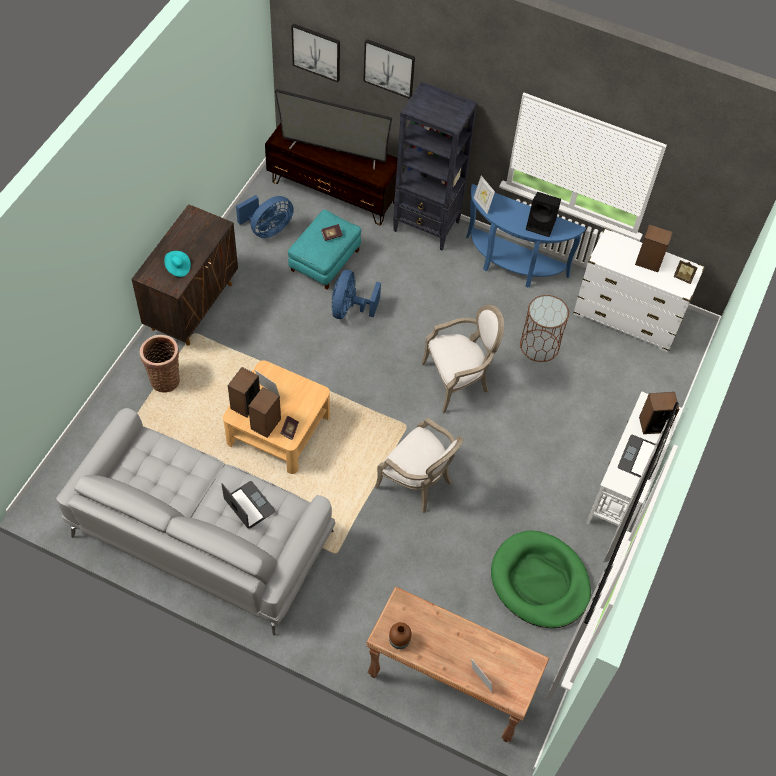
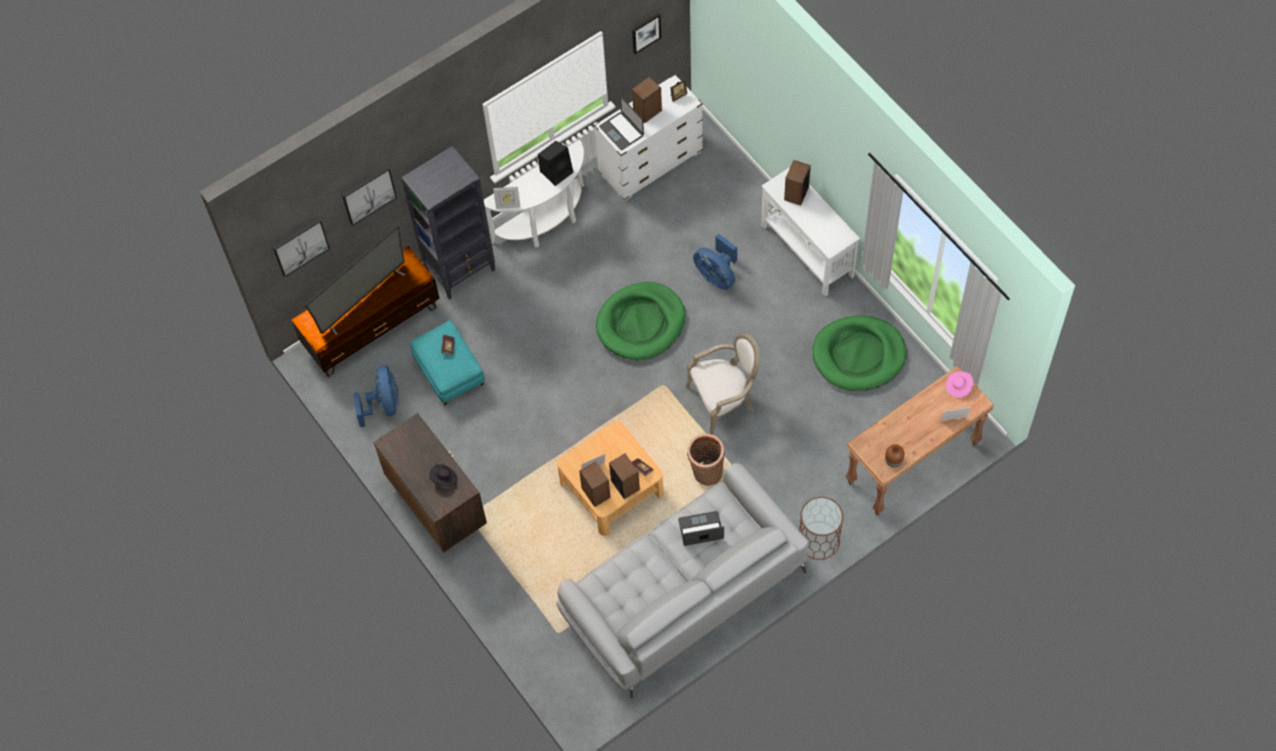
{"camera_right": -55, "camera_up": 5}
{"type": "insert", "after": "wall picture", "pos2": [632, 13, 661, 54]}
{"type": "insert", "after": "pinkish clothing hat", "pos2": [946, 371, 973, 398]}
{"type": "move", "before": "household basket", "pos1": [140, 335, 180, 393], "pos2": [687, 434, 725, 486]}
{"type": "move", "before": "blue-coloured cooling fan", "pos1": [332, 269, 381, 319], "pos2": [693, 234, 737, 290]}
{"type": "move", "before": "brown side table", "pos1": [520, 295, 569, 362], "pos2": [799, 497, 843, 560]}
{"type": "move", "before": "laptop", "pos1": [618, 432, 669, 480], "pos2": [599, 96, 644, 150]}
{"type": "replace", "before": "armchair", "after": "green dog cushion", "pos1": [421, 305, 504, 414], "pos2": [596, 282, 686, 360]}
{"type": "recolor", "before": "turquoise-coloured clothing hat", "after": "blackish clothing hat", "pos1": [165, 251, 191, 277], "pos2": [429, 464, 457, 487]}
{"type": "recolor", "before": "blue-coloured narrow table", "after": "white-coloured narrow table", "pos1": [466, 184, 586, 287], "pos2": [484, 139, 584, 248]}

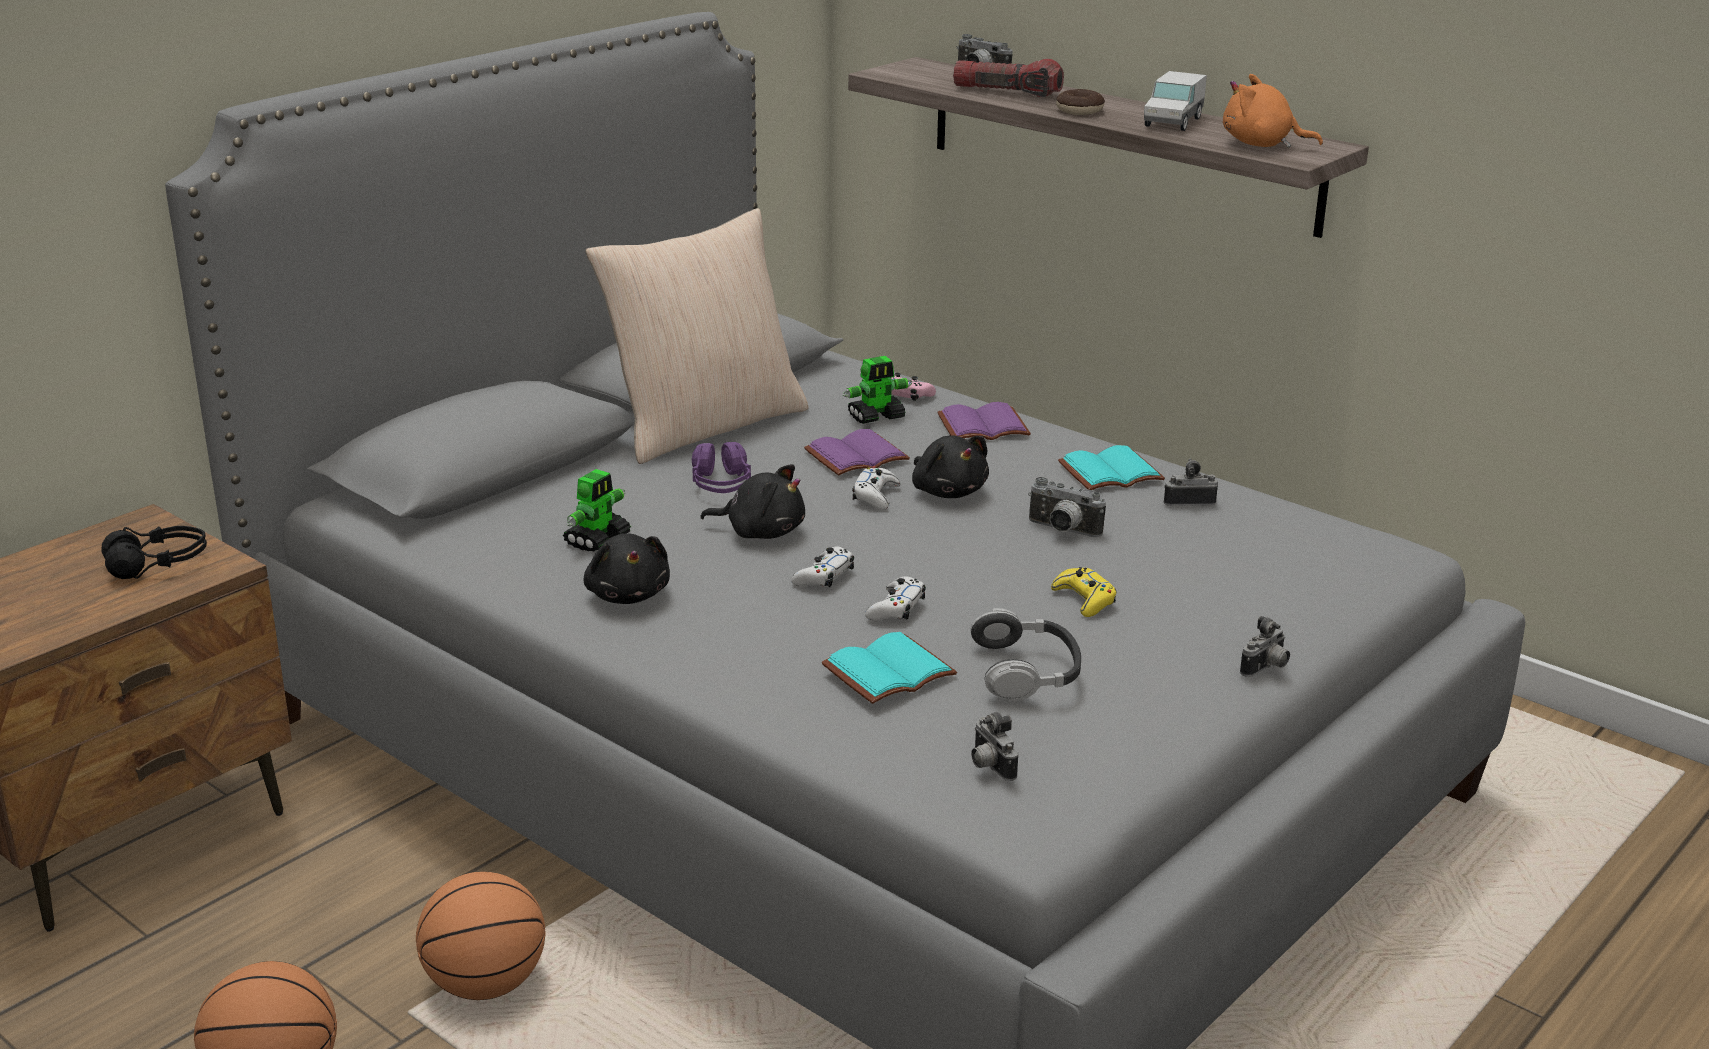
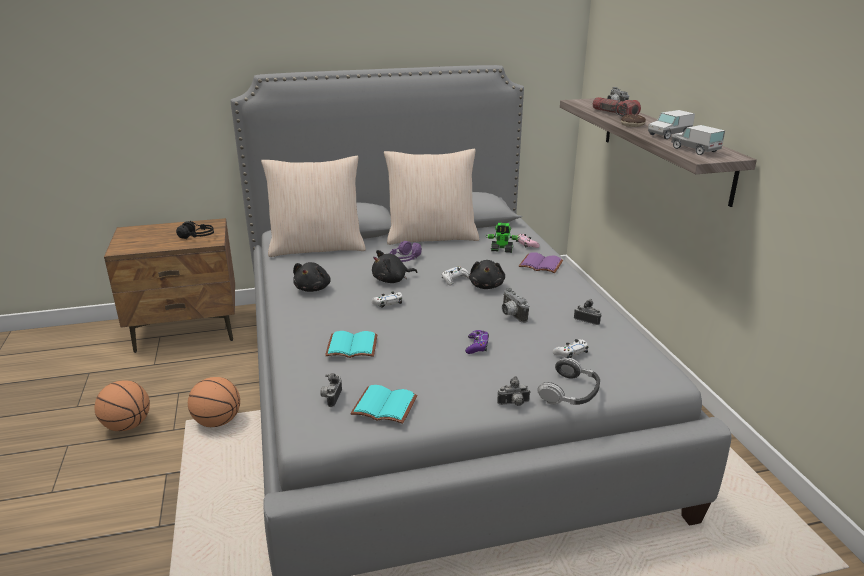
{"camera_right": 35, "camera_up": 0}
{"type": "delete", "before": "robot figure", "pos1": [563, 469, 631, 551]}
{"type": "delete", "before": "purplish volume", "pos1": [804, 429, 910, 475]}
{"type": "insert", "after": "beige-coloured pillow", "pos2": [261, 156, 366, 257]}
{"type": "move", "before": "white-coloured joypad", "pos1": [865, 576, 926, 620], "pos2": [553, 339, 588, 358]}
{"type": "move", "before": "headset", "pos1": [970, 608, 1081, 702], "pos2": [537, 358, 600, 405]}
{"type": "move", "before": "turquoise-coloured volume", "pos1": [1058, 445, 1165, 490], "pos2": [350, 385, 417, 424]}
{"type": "replace", "before": "orangey plush toy", "after": "toy truck", "pos1": [1223, 74, 1323, 148], "pos2": [671, 125, 725, 155]}
{"type": "recolor", "before": "yellow joypad", "after": "purplish joypad", "pos1": [1051, 567, 1116, 617], "pos2": [465, 330, 489, 354]}
{"type": "rotate", "before": "blackish plush toy", "pos1": [700, 464, 805, 539], "pos2": [372, 250, 417, 283], "turn": 105}

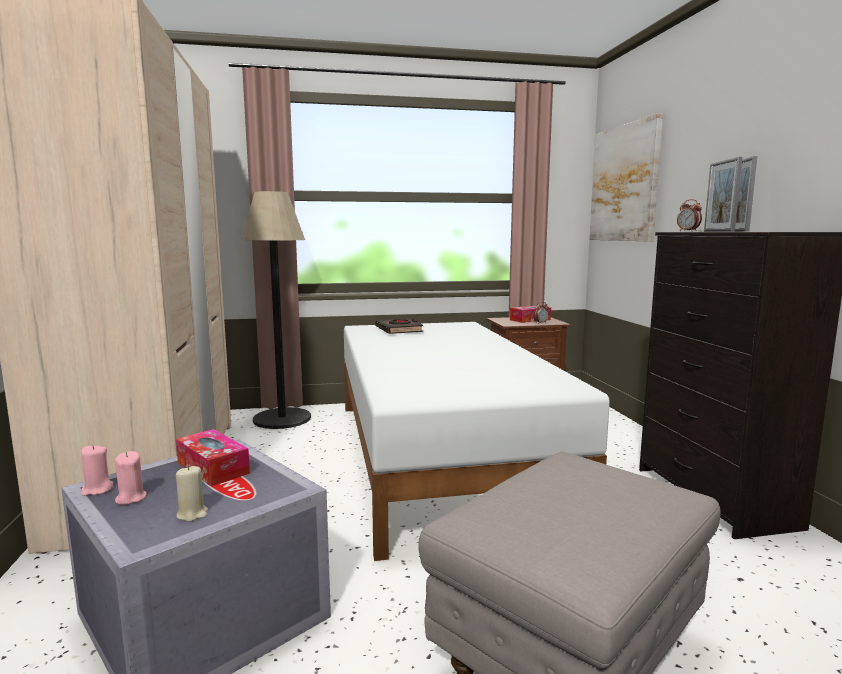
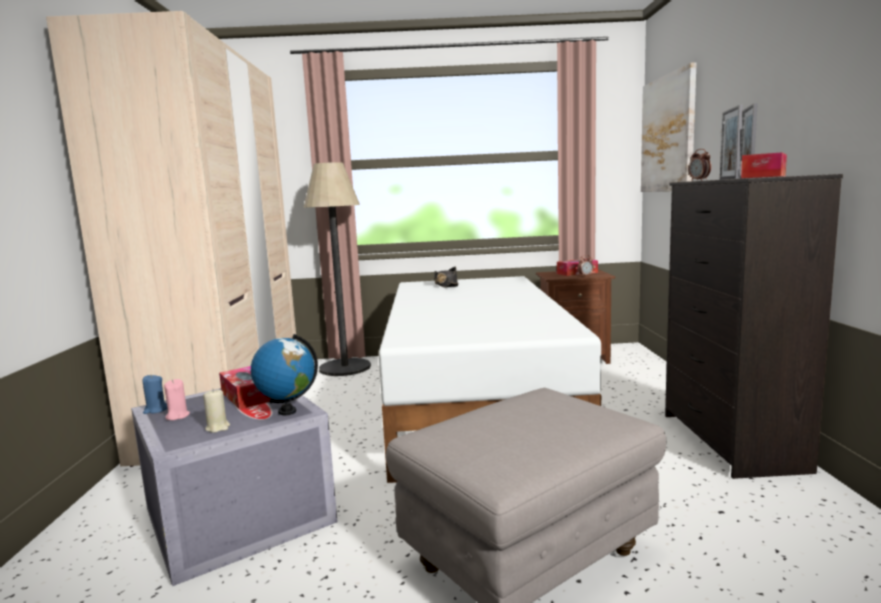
{"camera_right": 10, "camera_up": 0}
{"type": "insert", "after": "desk globe", "pos2": [251, 334, 318, 415]}
{"type": "insert", "after": "tissue box", "pos2": [741, 152, 787, 178]}
{"type": "replace", "before": "blackish volume", "after": "blackish clothing hat", "pos1": [376, 319, 423, 334], "pos2": [434, 267, 458, 287]}
{"type": "recolor", "before": "pinkish wax light", "after": "blue-coloured wax light", "pos1": [81, 445, 113, 496], "pos2": [142, 374, 167, 414]}

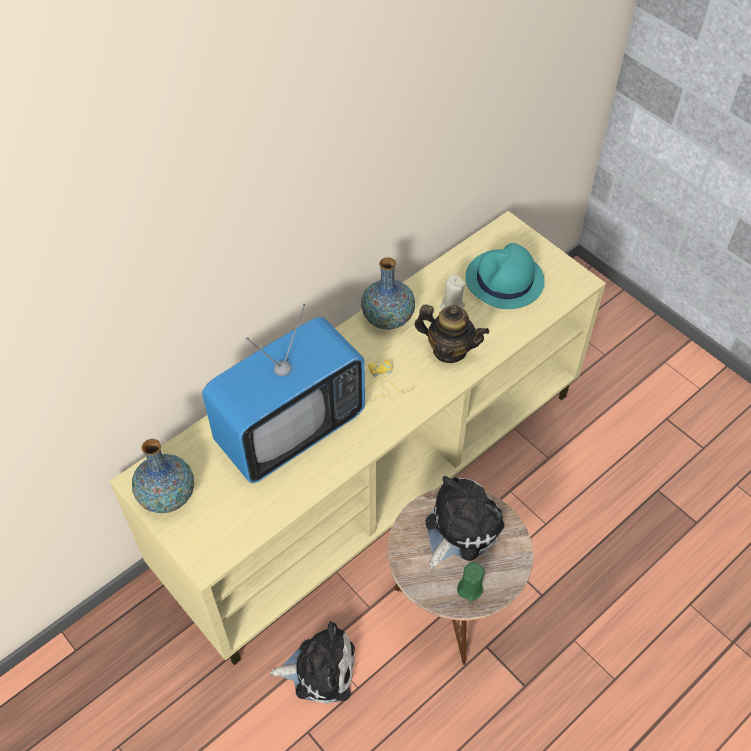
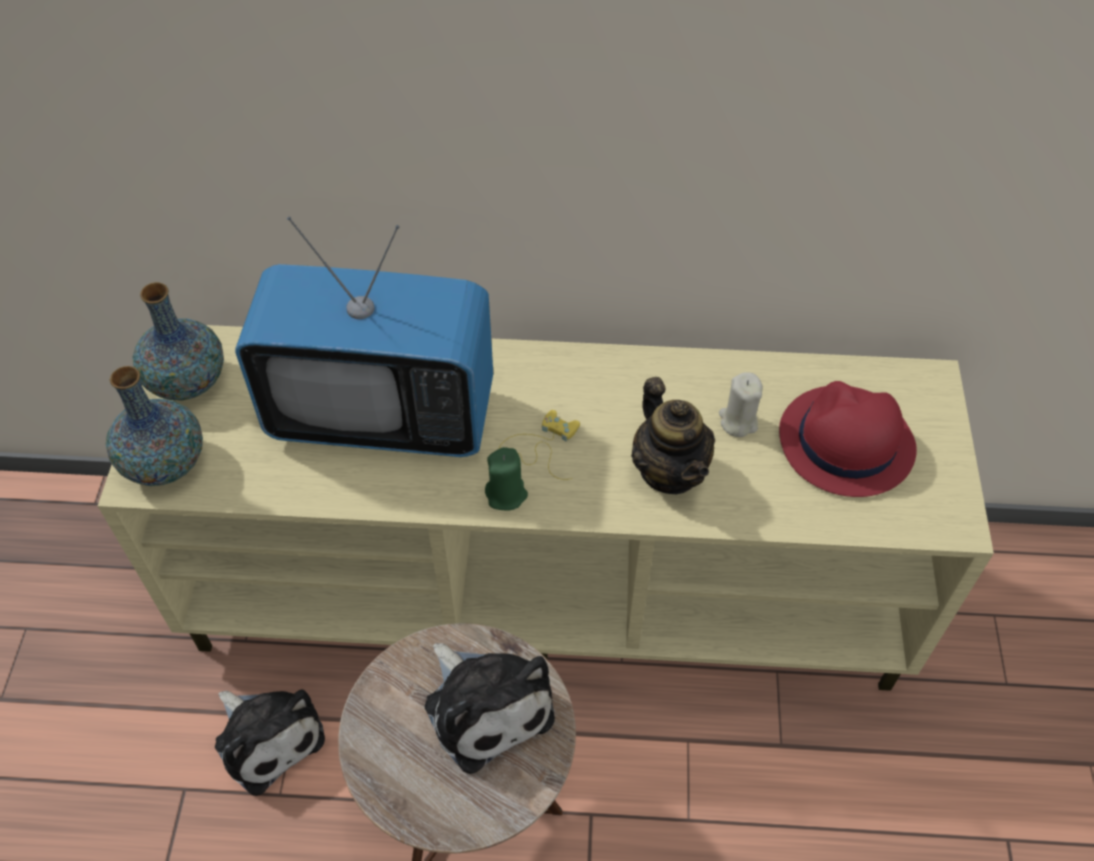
{"camera_right": 45, "camera_up": 0}
{"type": "move", "before": "flower vase", "pos1": [361, 257, 415, 329], "pos2": [106, 366, 203, 486]}
{"type": "move", "before": "green wax light", "pos1": [457, 562, 484, 601], "pos2": [485, 447, 528, 511]}
{"type": "recolor", "before": "turquoise-coloured clothing hat", "after": "reddish clothing hat", "pos1": [465, 243, 545, 309], "pos2": [779, 381, 917, 497]}
{"type": "rotate", "before": "plush toy", "pos1": [425, 476, 504, 568], "pos2": [425, 643, 555, 774], "turn": 60}

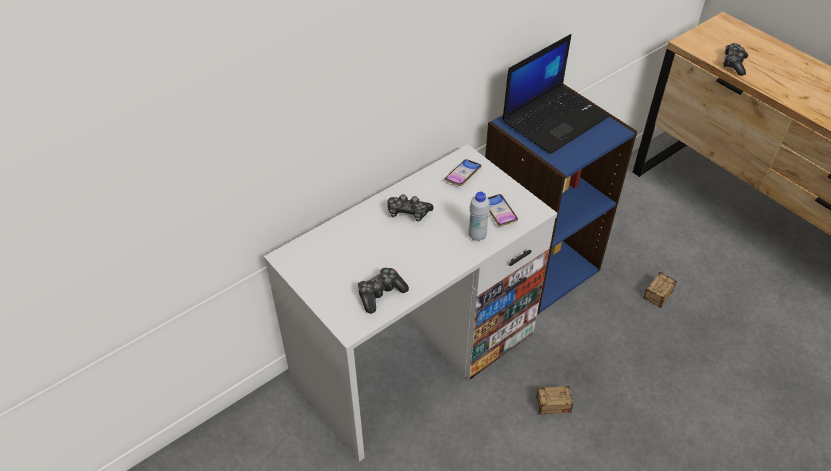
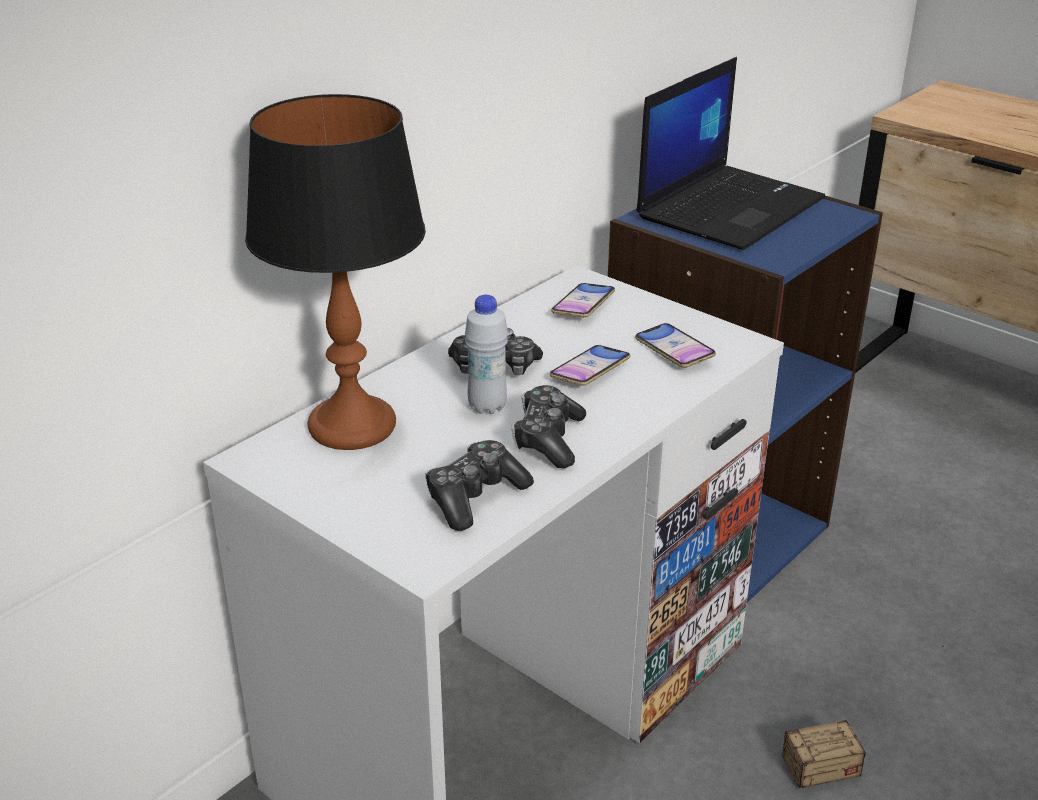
{"camera_right": -10, "camera_up": -15}
{"type": "delete", "before": "storage box", "pos1": [643, 272, 677, 308]}
{"type": "insert", "after": "tabletop lamp", "pos2": [245, 94, 426, 450]}
{"type": "insert", "after": "phone", "pos2": [550, 345, 630, 386]}
{"type": "move", "before": "white-coloured drink bottle", "pos1": [468, 192, 490, 241], "pos2": [465, 295, 508, 414]}
{"type": "move", "before": "joypad", "pos1": [723, 43, 748, 76], "pos2": [512, 385, 586, 468]}

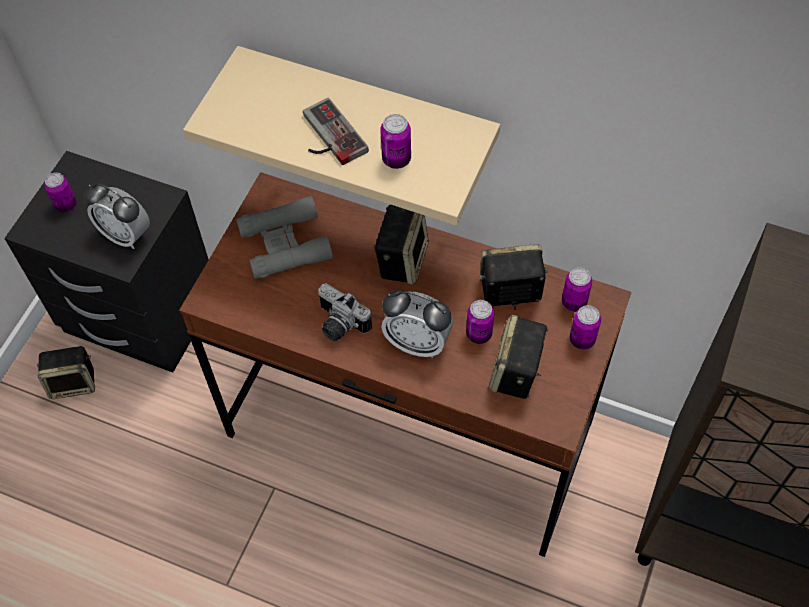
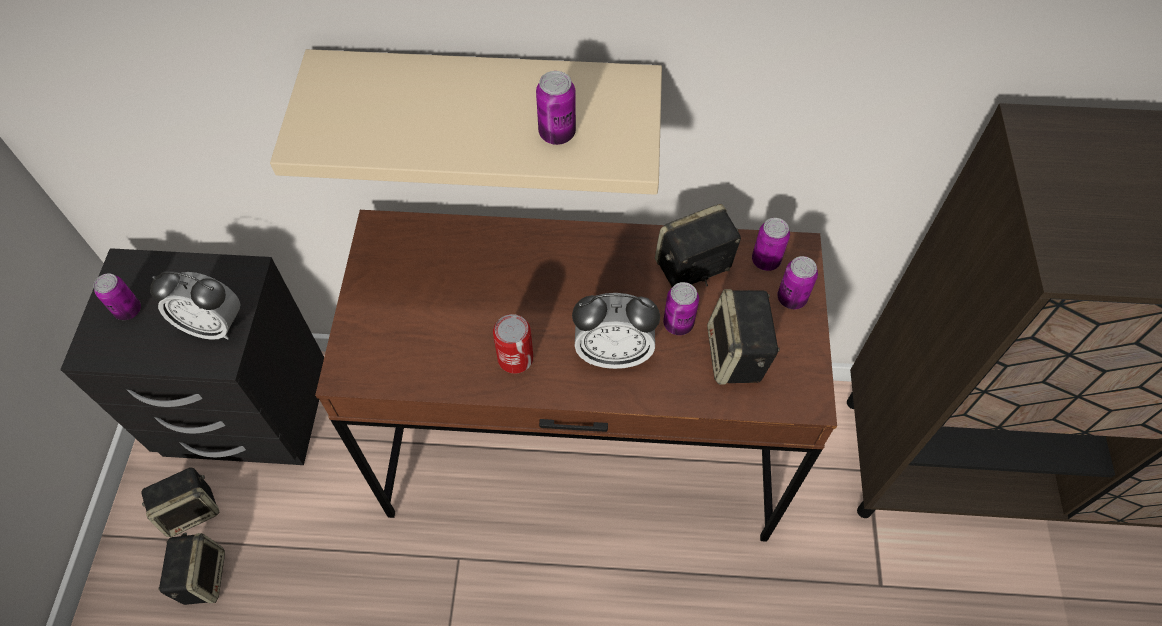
{"camera_right": -20, "camera_up": 0}
{"type": "delete", "before": "gray field glasses", "pos1": [236, 196, 333, 279]}
{"type": "delete", "before": "joypad", "pos1": [303, 98, 369, 165]}
{"type": "move", "before": "speaker", "pos1": [374, 205, 429, 284], "pos2": [158, 533, 225, 605]}
{"type": "replace", "before": "still camera", "after": "can", "pos1": [317, 283, 372, 341], "pos2": [493, 314, 533, 373]}

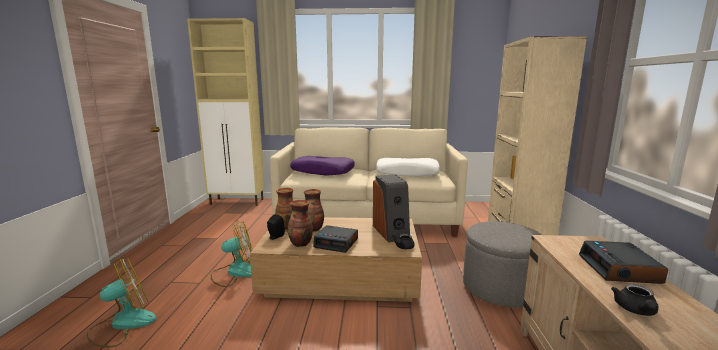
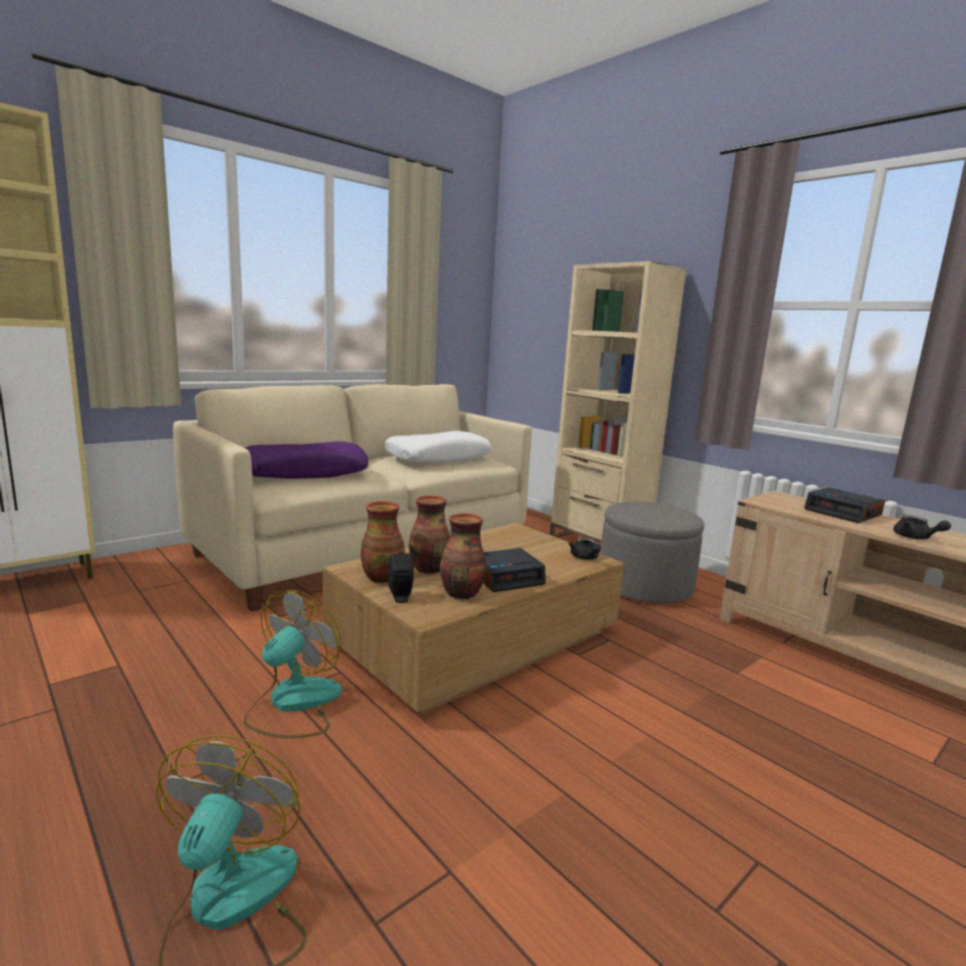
{"camera_right": -45, "camera_up": 0}
{"type": "delete", "before": "speaker", "pos1": [373, 174, 410, 242]}

